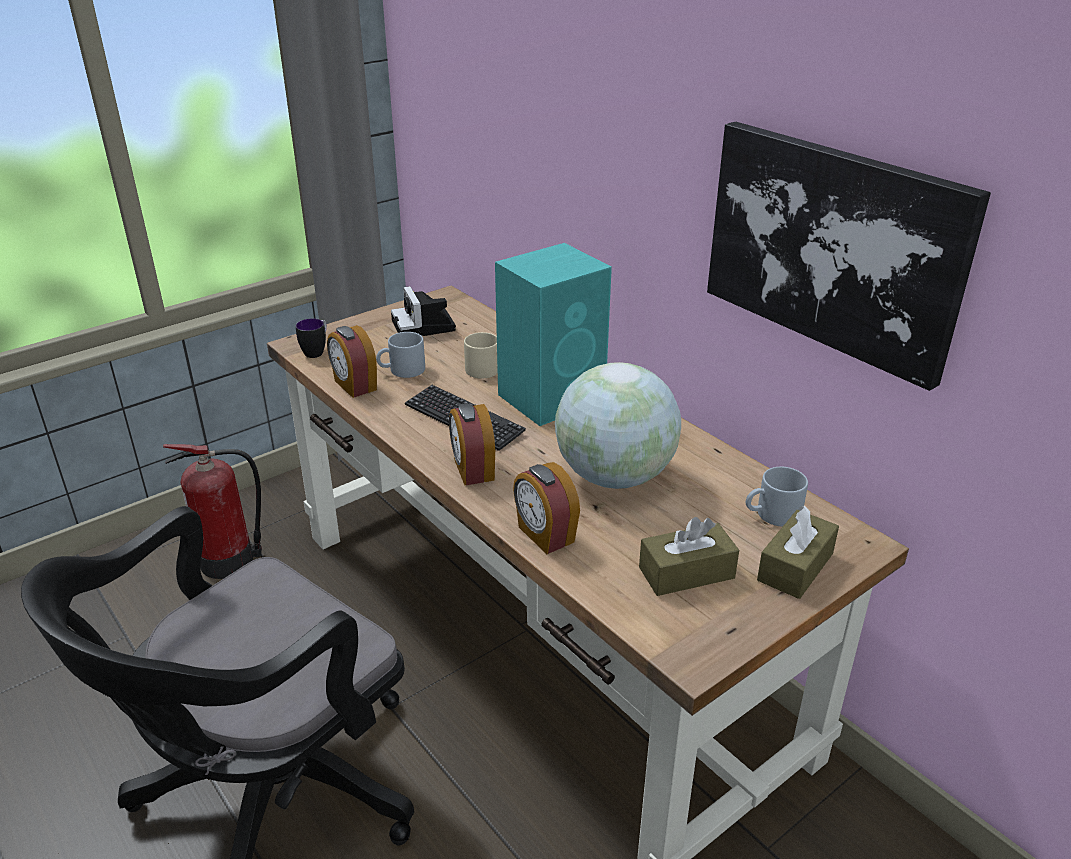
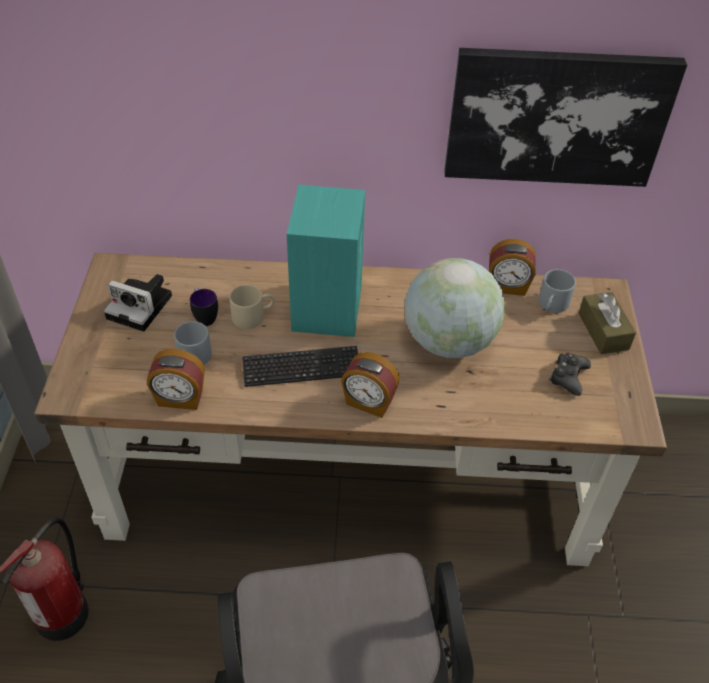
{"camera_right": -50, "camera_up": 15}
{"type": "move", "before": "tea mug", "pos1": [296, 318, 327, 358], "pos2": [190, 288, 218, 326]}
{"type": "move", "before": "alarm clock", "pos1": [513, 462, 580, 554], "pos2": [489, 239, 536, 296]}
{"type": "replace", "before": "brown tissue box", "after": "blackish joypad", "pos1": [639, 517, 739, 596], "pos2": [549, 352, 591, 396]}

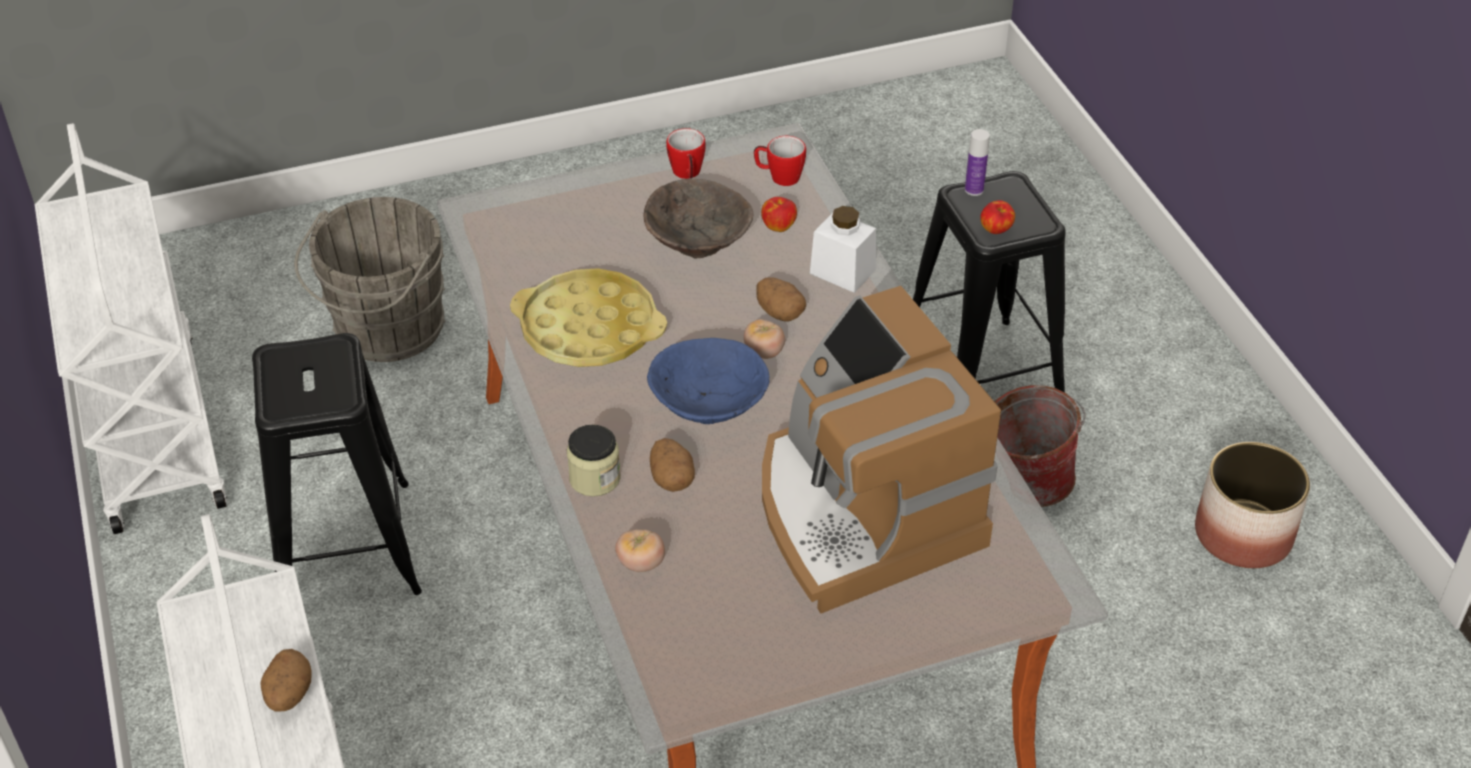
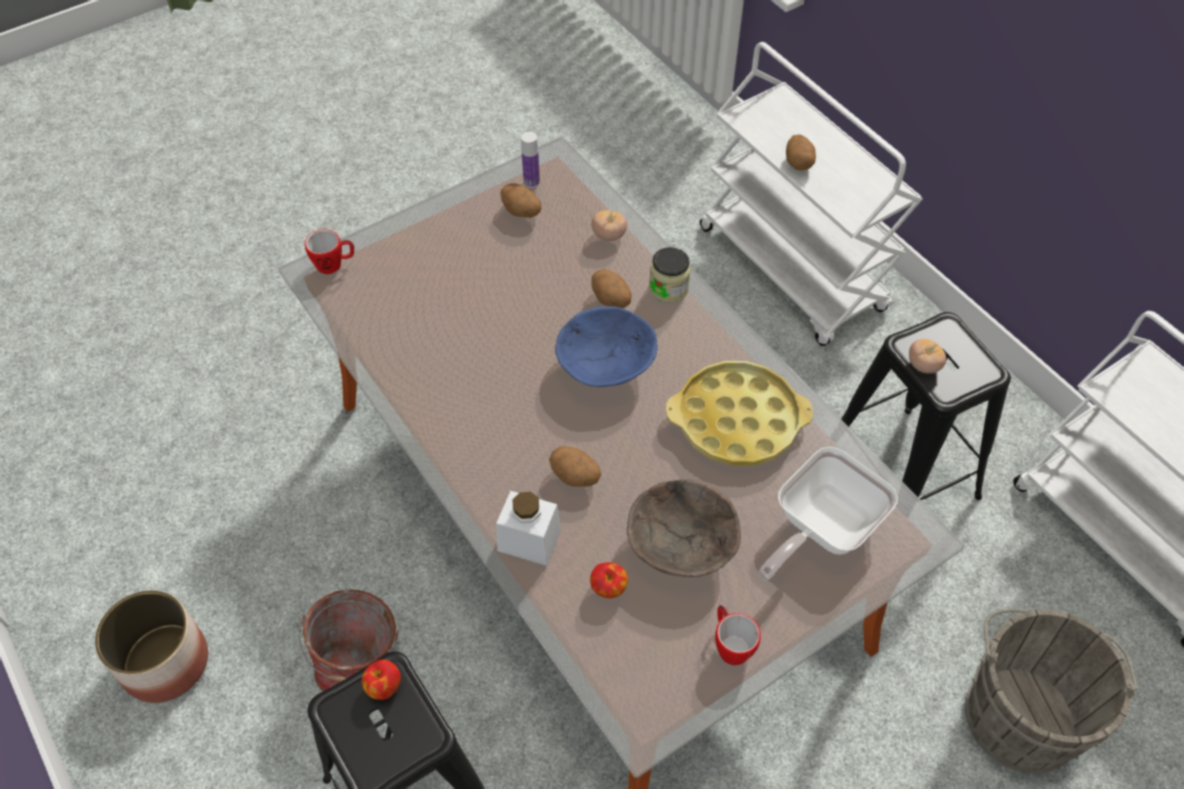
{"camera_right": 165, "camera_up": 10}
{"type": "delete", "before": "coffee brewer", "pos1": [762, 286, 1001, 613]}
{"type": "insert", "after": "spud", "pos2": [500, 183, 541, 218]}
{"type": "insert", "after": "pan", "pos2": [759, 447, 898, 580]}
{"type": "move", "before": "whole tomato", "pos1": [744, 319, 785, 359], "pos2": [909, 339, 946, 374]}
{"type": "move", "before": "tea mug", "pos1": [754, 136, 806, 186], "pos2": [305, 229, 354, 274]}
{"type": "move", "before": "drink bottle", "pos1": [965, 129, 990, 196], "pos2": [521, 132, 540, 188]}

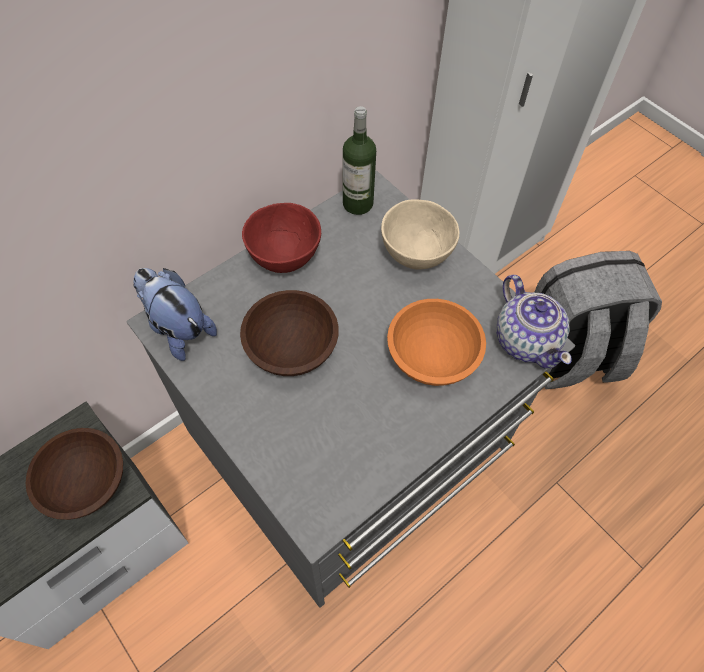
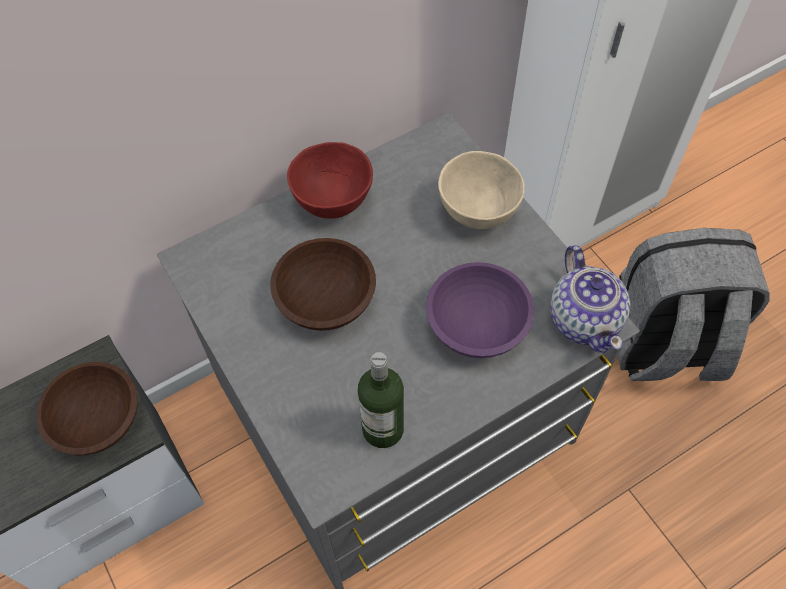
{"camera_right": 10, "camera_up": 0}
{"type": "delete", "before": "plush toy", "pos1": [133, 268, 217, 361]}
{"type": "move", "before": "drink bottle", "pos1": [343, 106, 376, 215], "pos2": [358, 352, 404, 448]}
{"type": "recolor", "before": "orangey bowl", "after": "purplish bowl", "pos1": [387, 299, 486, 386], "pos2": [426, 262, 534, 358]}

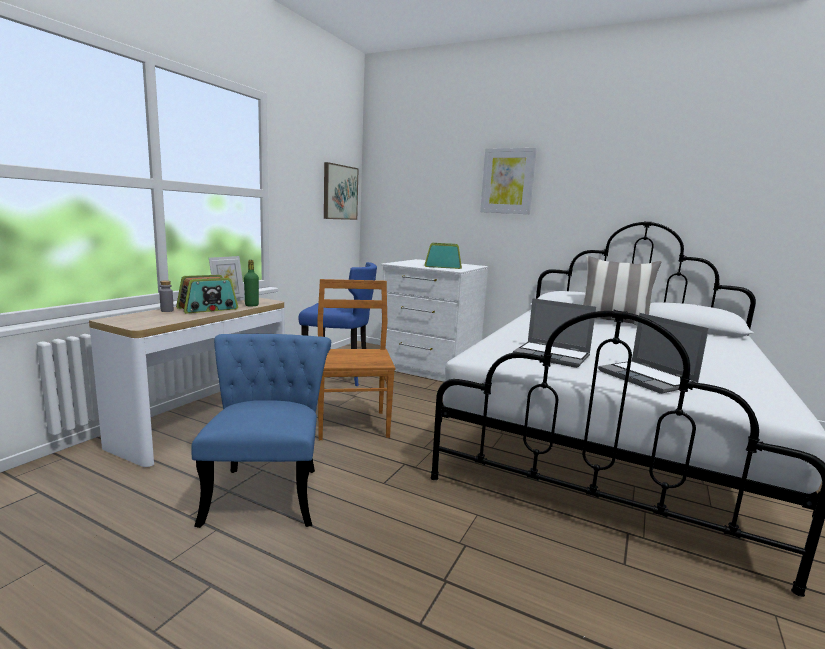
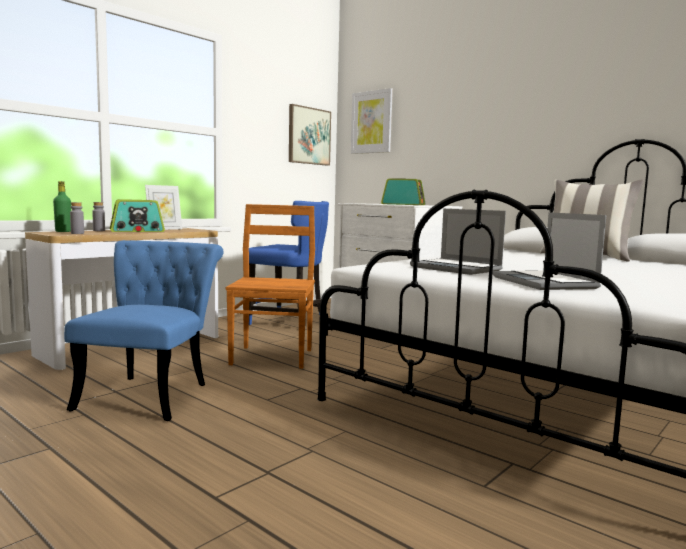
{"camera_right": 15, "camera_up": -5}
{"type": "insert", "after": "gray drink bottle", "pos2": [70, 202, 84, 234]}
{"type": "move", "before": "green drink bottle", "pos1": [244, 260, 259, 307], "pos2": [53, 181, 71, 232]}
{"type": "move", "before": "wall picture", "pos1": [480, 148, 537, 214], "pos2": [351, 88, 393, 154]}

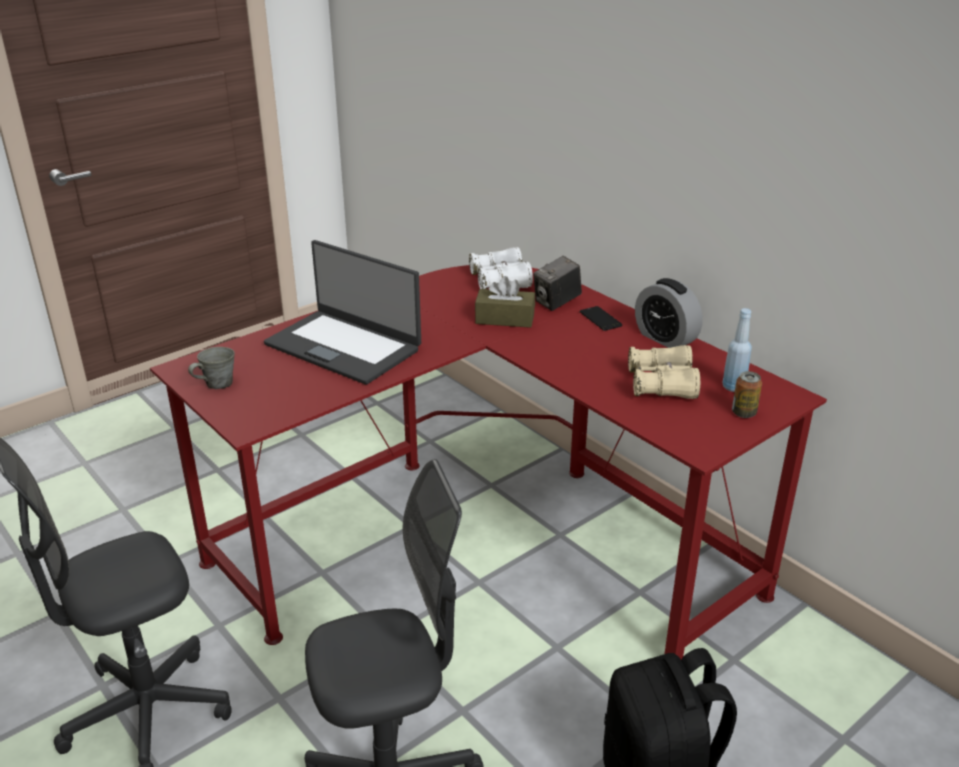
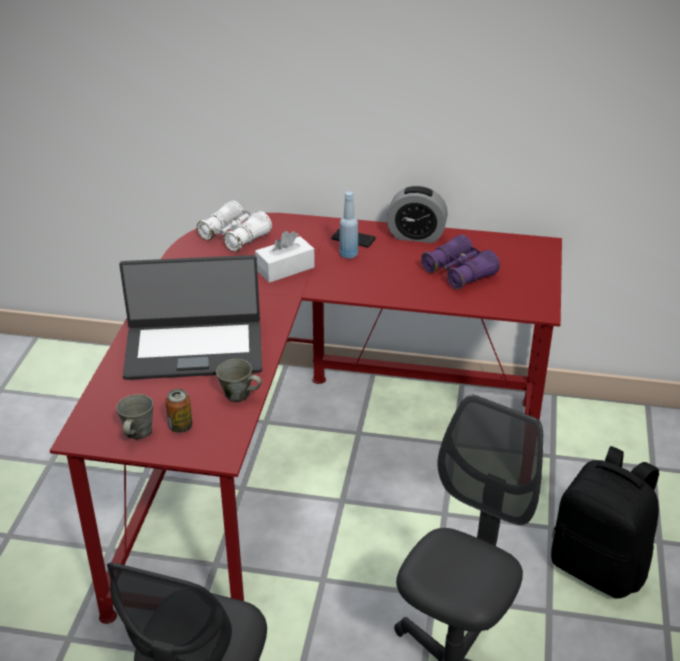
{"camera_right": -40, "camera_up": 5}
{"type": "delete", "before": "still camera", "pos1": [533, 256, 582, 311]}
{"type": "insert", "after": "gray tea mug", "pos2": [216, 359, 262, 402]}
{"type": "move", "before": "blue-coloured drink bottle", "pos1": [723, 308, 752, 392], "pos2": [340, 191, 358, 259]}
{"type": "move", "before": "can", "pos1": [732, 371, 762, 418], "pos2": [166, 389, 192, 433]}
{"type": "recolor", "before": "brown tissue box", "after": "white-coloured tissue box", "pos1": [475, 276, 535, 328], "pos2": [255, 231, 315, 283]}
{"type": "recolor", "before": "beige-coloured field glasses", "after": "purplish field glasses", "pos1": [628, 345, 700, 399], "pos2": [421, 235, 500, 290]}

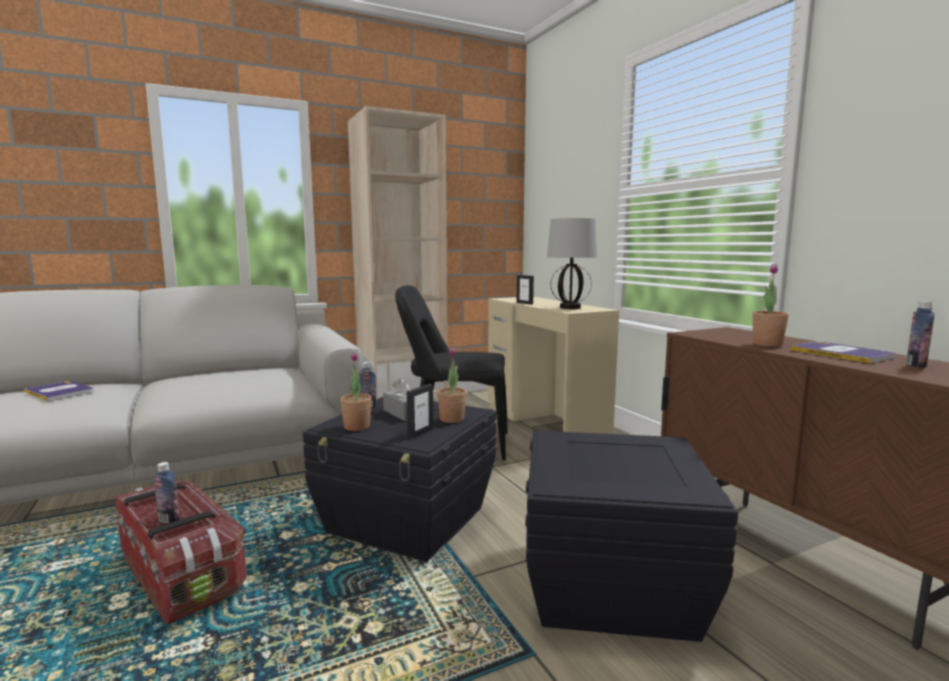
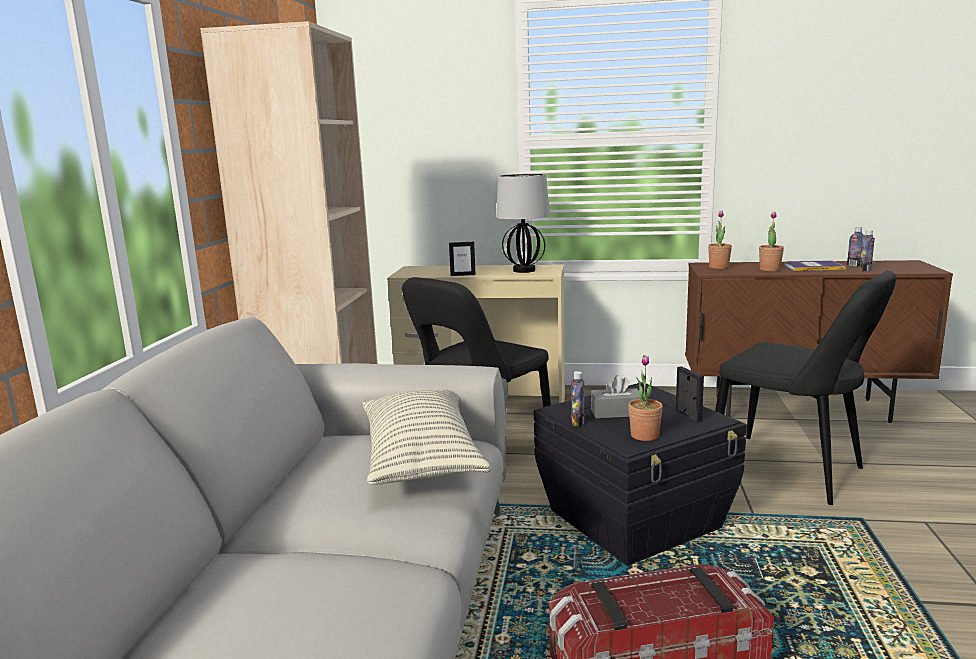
{"camera_right": -55, "camera_up": 5}
{"type": "delete", "before": "volume", "pos1": [24, 381, 94, 401]}
{"type": "insert", "after": "pillow", "pos2": [362, 389, 491, 485]}
{"type": "move", "before": "drink bottle", "pos1": [154, 462, 180, 523], "pos2": [859, 230, 875, 272]}
{"type": "move", "before": "houseplant", "pos1": [437, 347, 467, 423], "pos2": [708, 210, 732, 269]}
{"type": "replace", "before": "blackish storage box", "after": "blackish chair", "pos1": [525, 431, 738, 642], "pos2": [715, 270, 897, 505]}

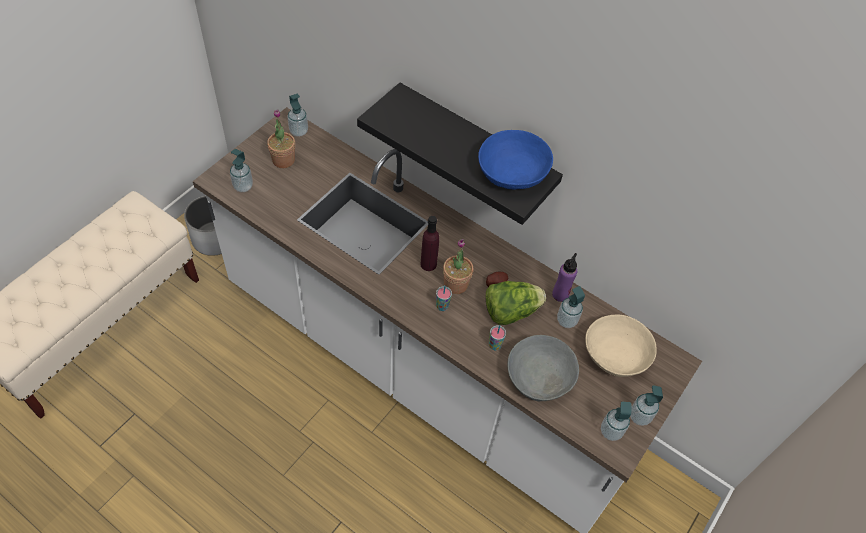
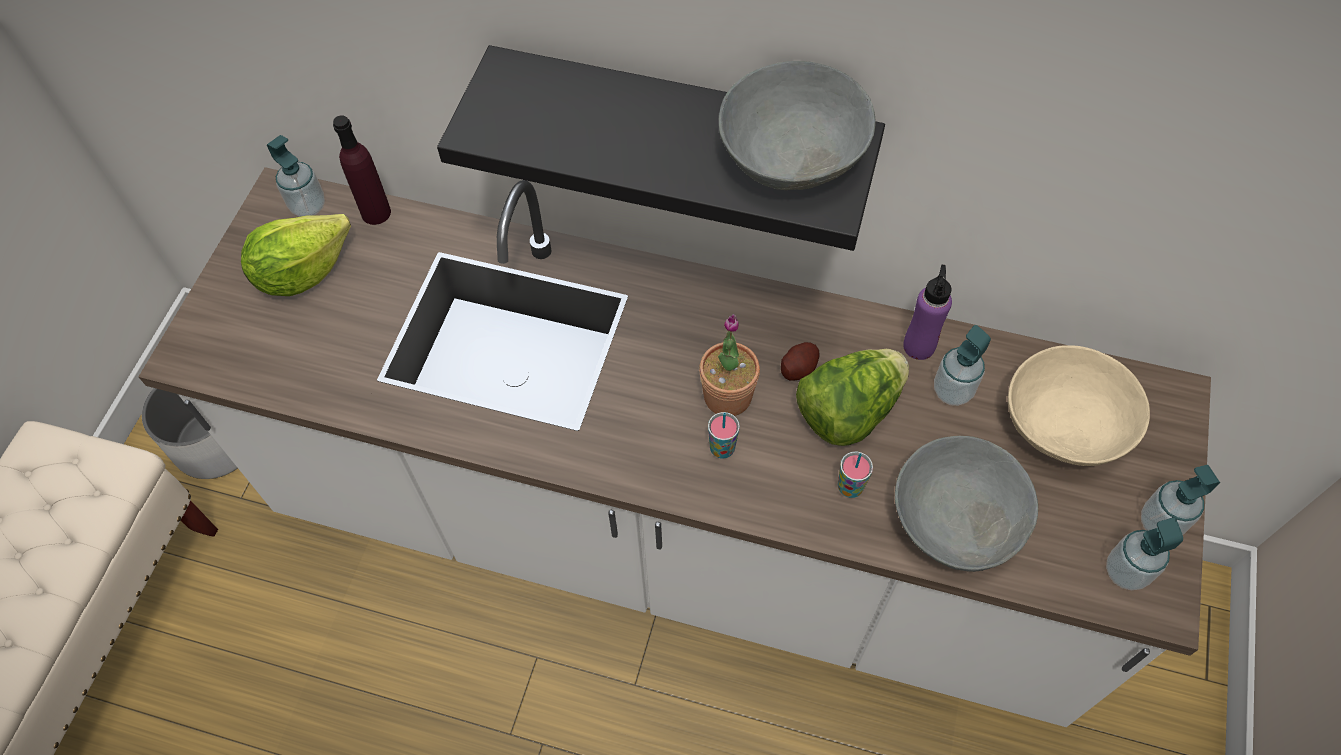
{"camera_right": -15, "camera_up": 5}
{"type": "delete", "before": "soap bottle", "pos1": [230, 149, 253, 192]}
{"type": "move", "before": "purplish drink bottle", "pos1": [420, 216, 439, 271], "pos2": [333, 115, 391, 225]}
{"type": "replace", "before": "houseplant", "after": "head of lettuce", "pos1": [267, 109, 295, 168], "pos2": [241, 214, 351, 296]}
{"type": "recolor", "before": "blue-coloured bowl", "after": "gray bowl", "pos1": [478, 130, 553, 189], "pos2": [718, 61, 876, 190]}

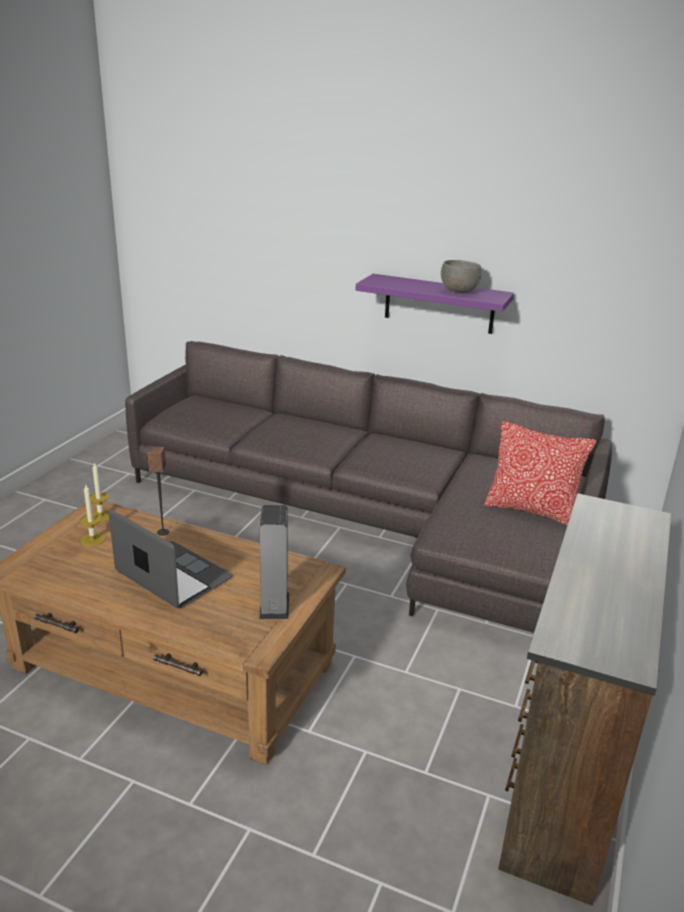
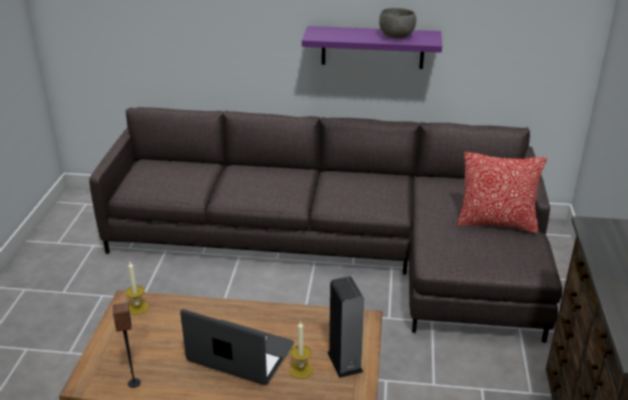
{"camera_right": -15, "camera_up": 5}
{"type": "move", "before": "wax light", "pos1": [80, 485, 105, 546], "pos2": [289, 321, 313, 379]}
{"type": "move", "before": "speaker", "pos1": [148, 446, 169, 536], "pos2": [113, 303, 141, 388]}

